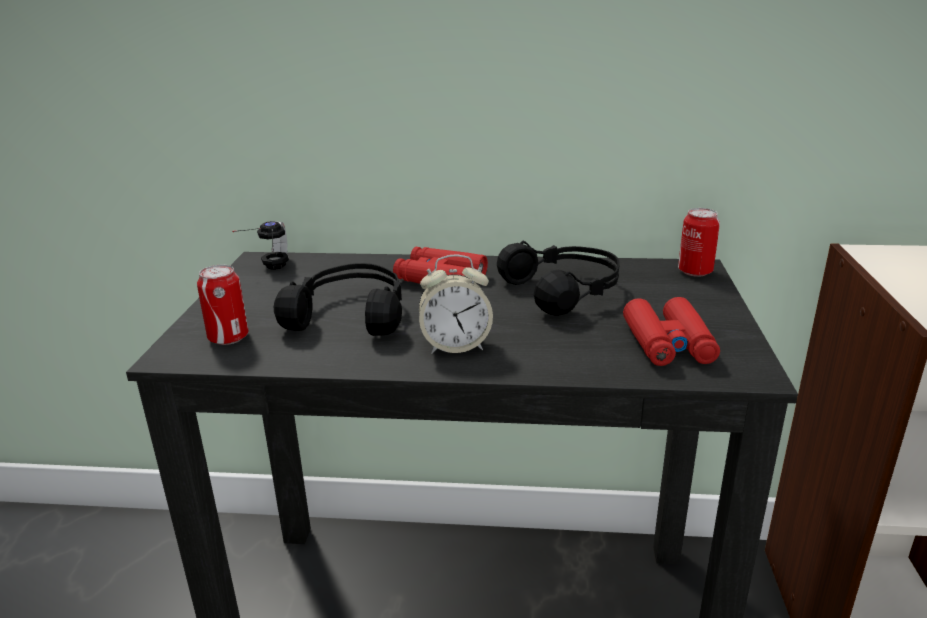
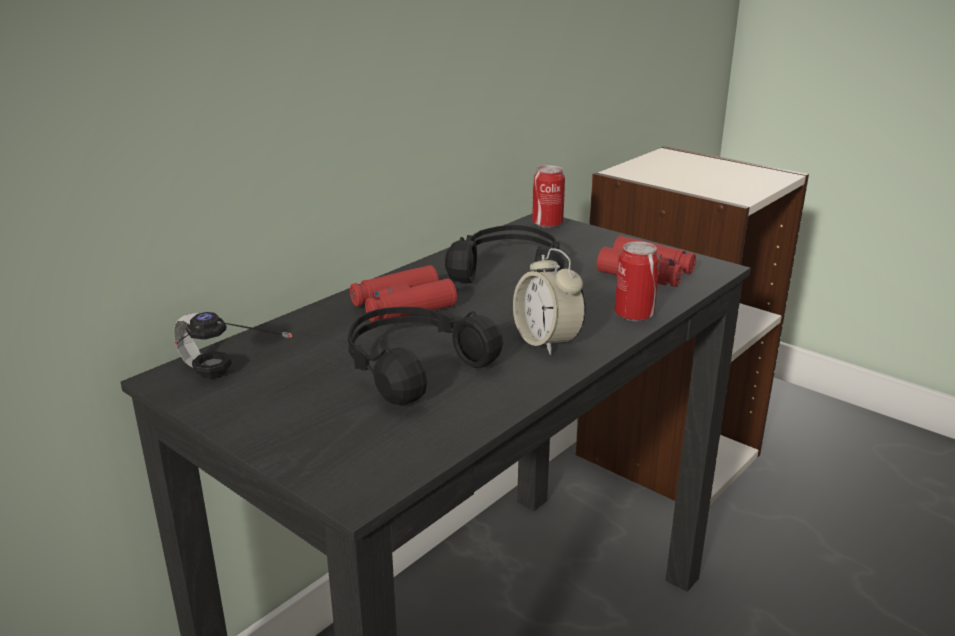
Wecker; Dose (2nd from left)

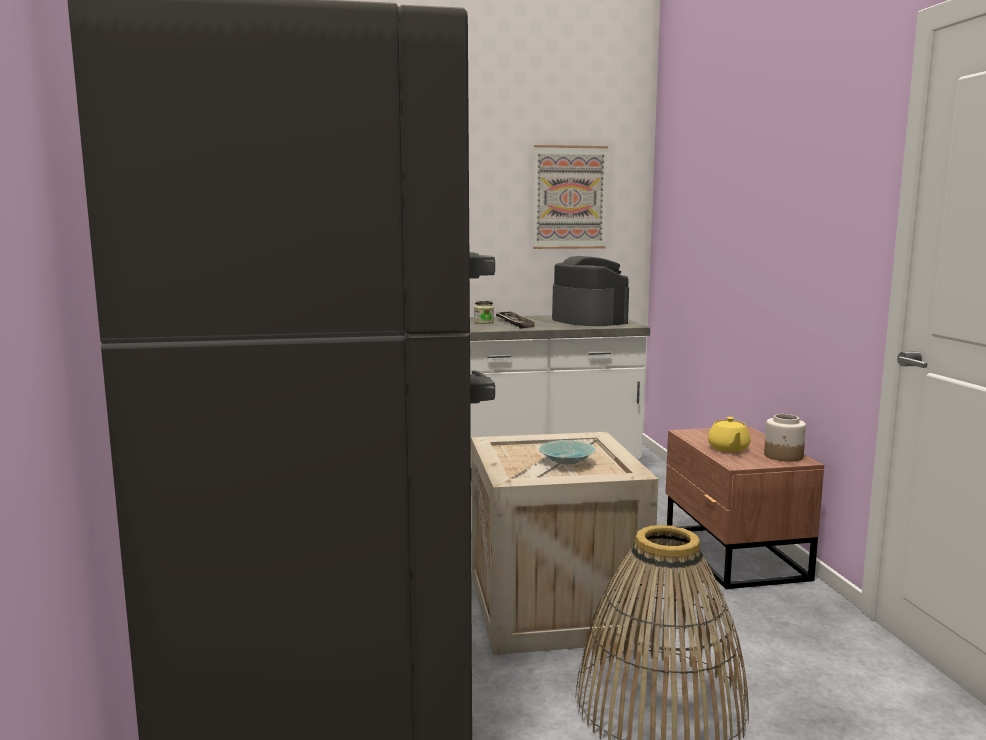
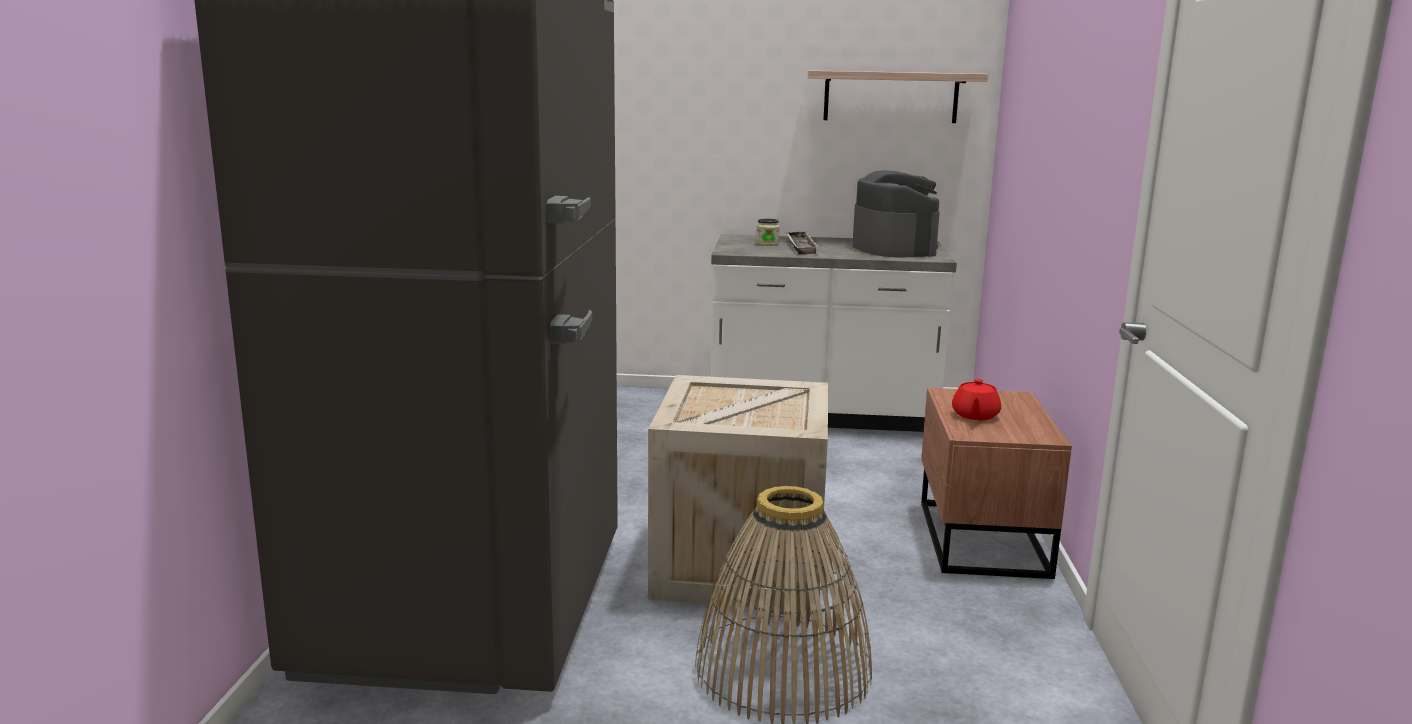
Wandregal; Teekanne [rot]; Schüssel [türkis]; Vorratsglas (2nd from left in the first image)

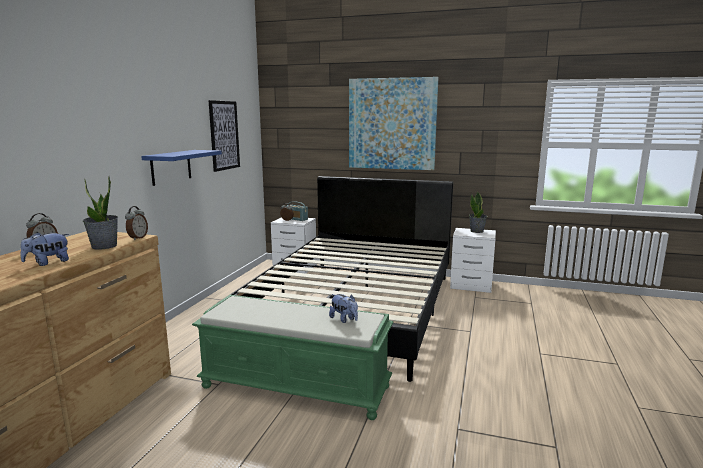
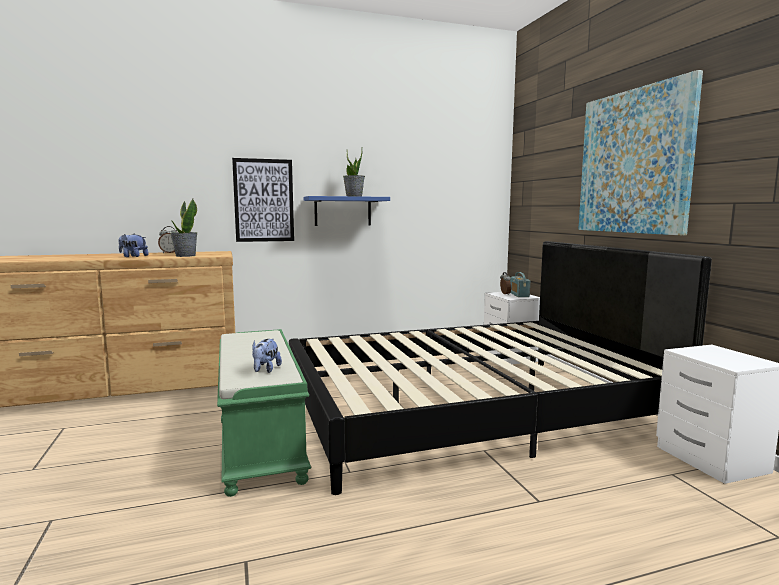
Bild (1st from left); Topfpflanze (2nd from left); Wecker (2nd from left in the first image)

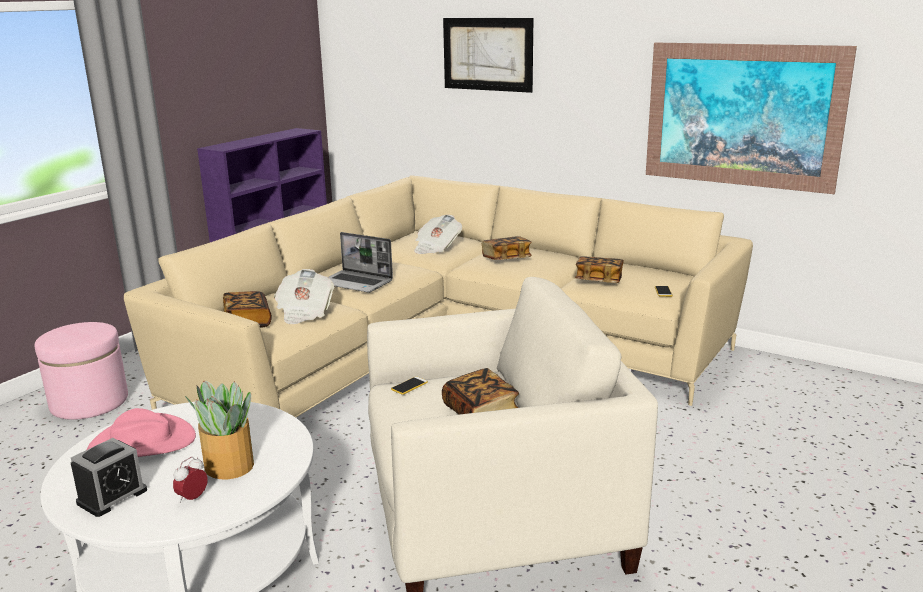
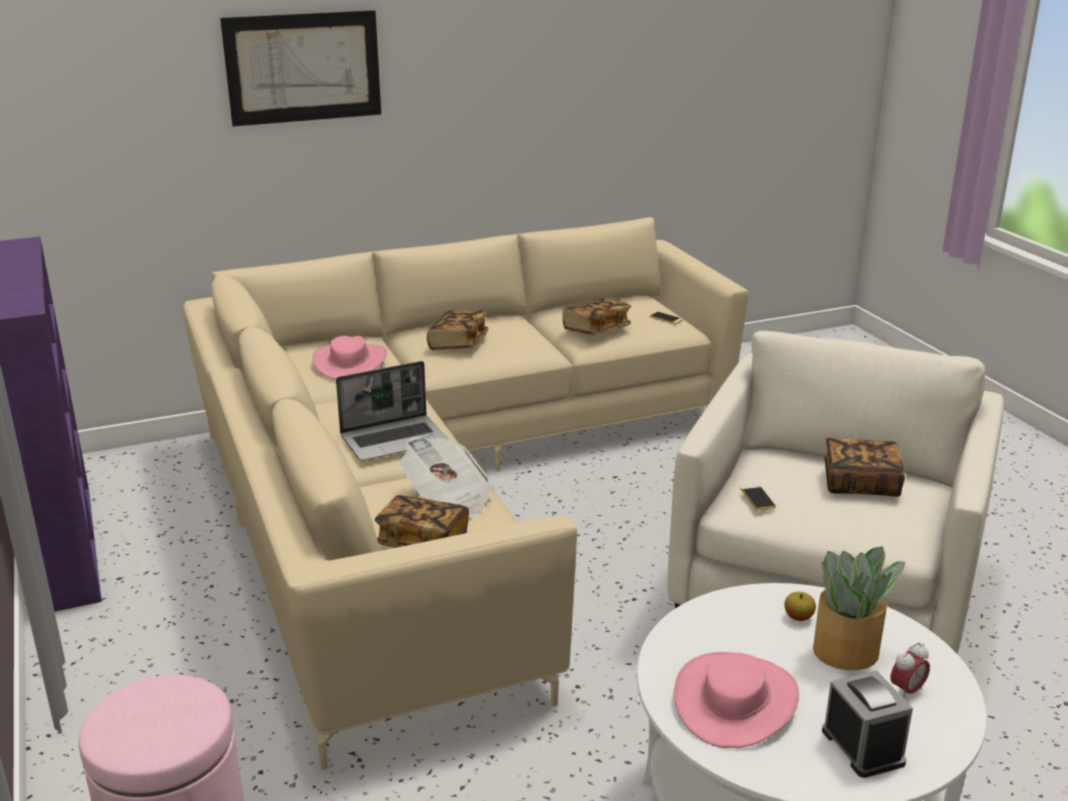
Hut [rosa] (1st from left); Apfel; Wecker (2nd from left); Bild (2nd from left in the first image)

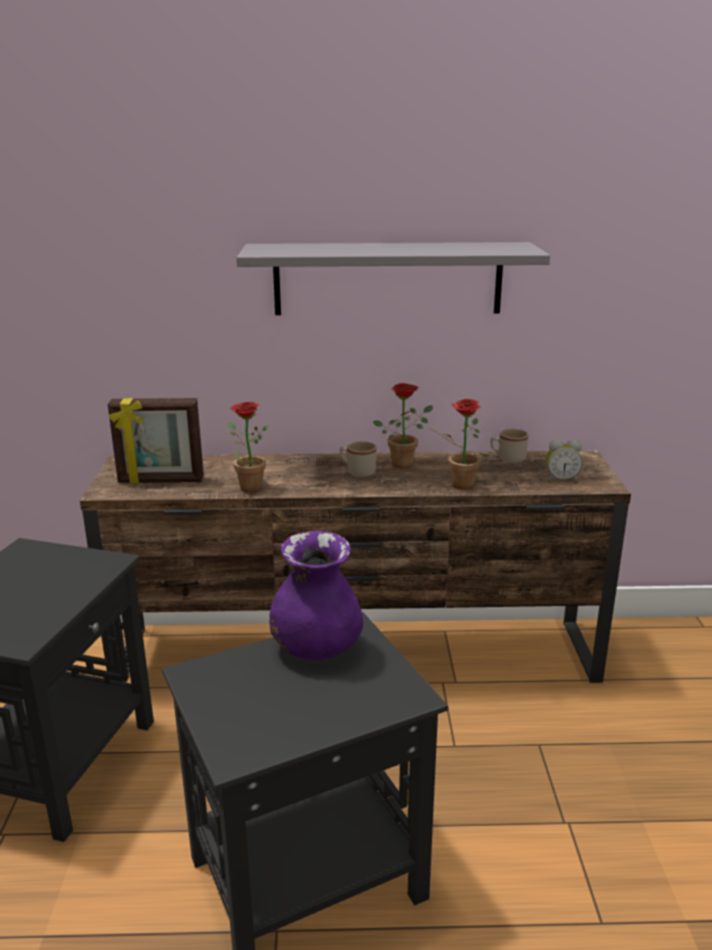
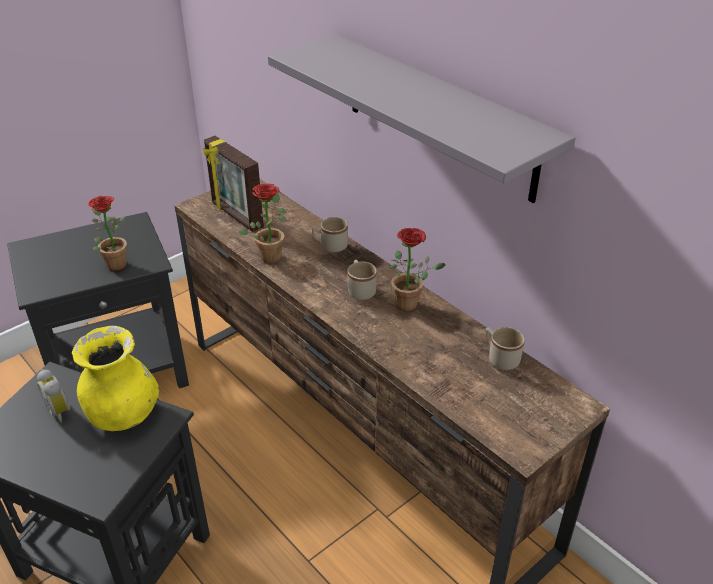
Wecker; Vase [gelb]; Topfpflanze (1st from left); Henkelbecher [beige] (1st from left)

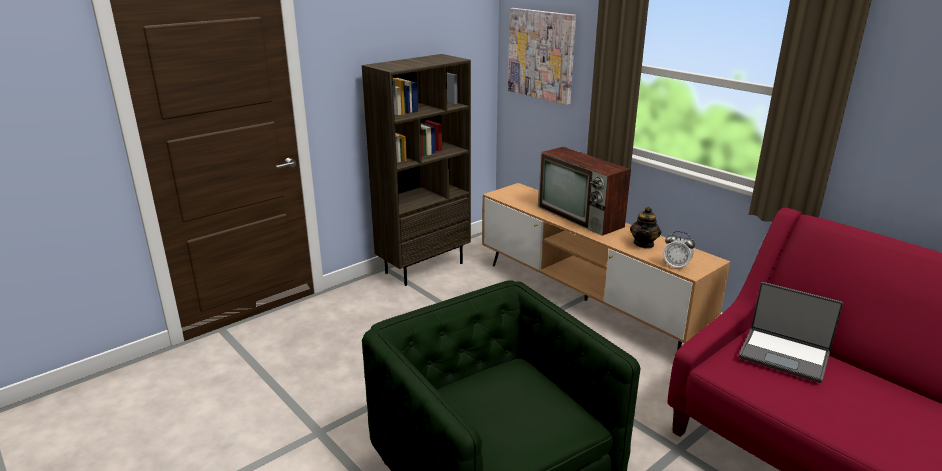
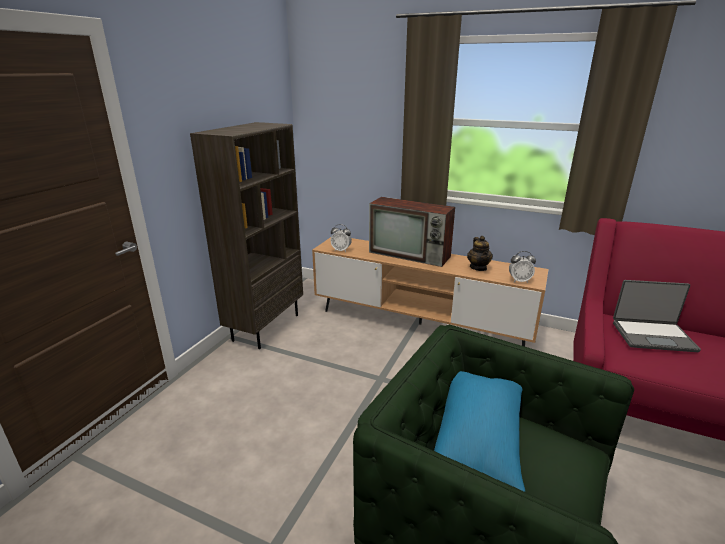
Wecker (1st from left); Kissen [blau]; Bild

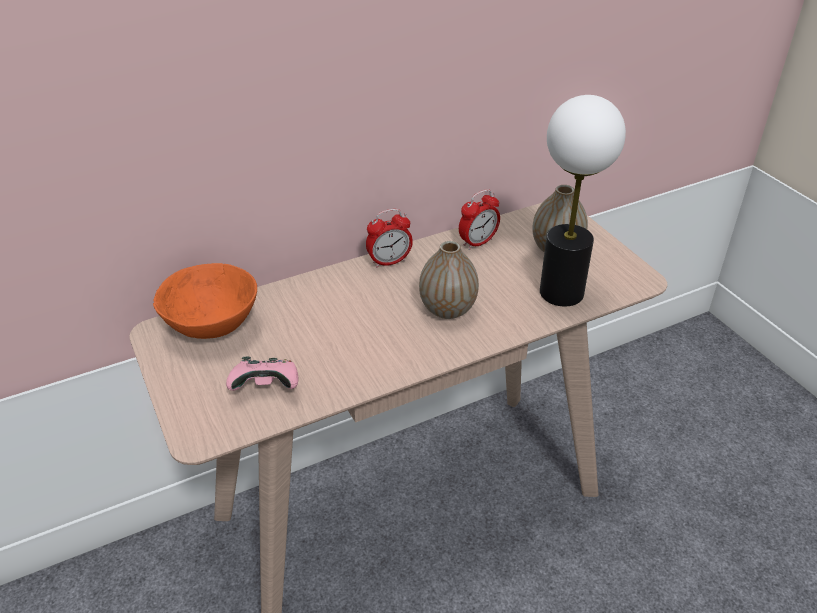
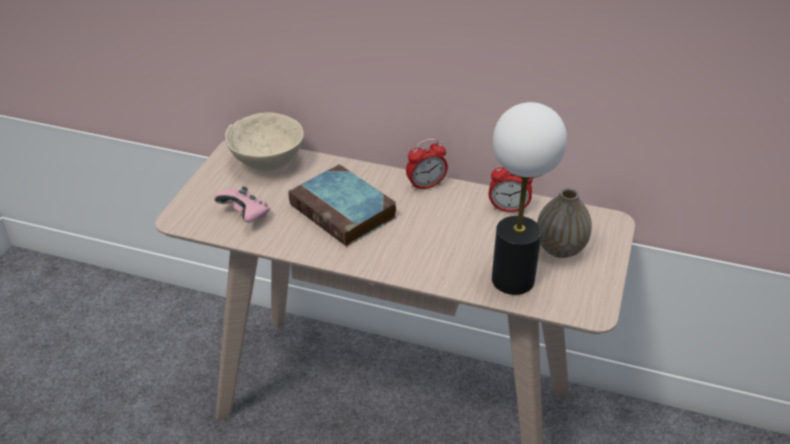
Schüssel [beige]; Buch; Wecker (1st from left); Vase (1st from left in the first image)

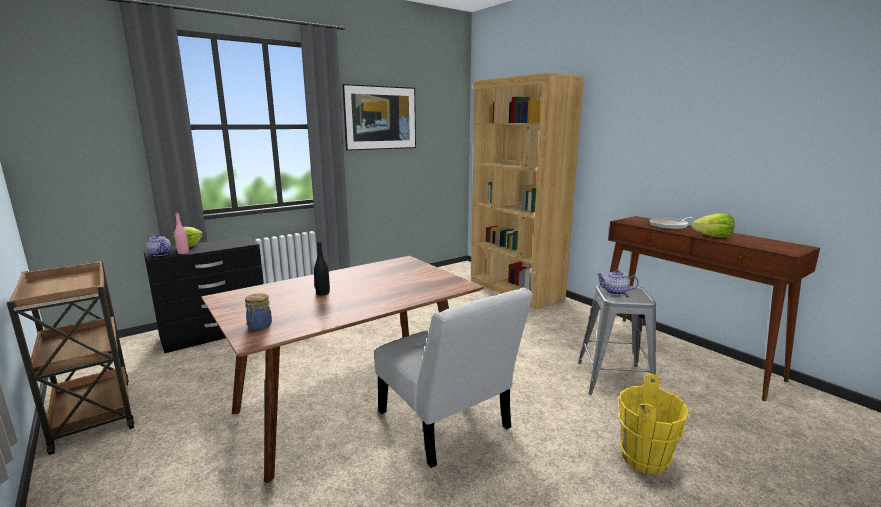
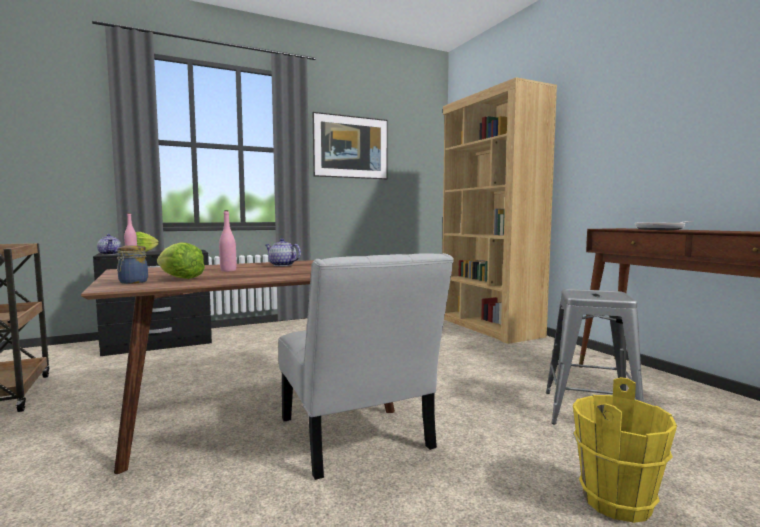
Salatkopf (2nd from left); Flasche [rosa] (2nd from left); Teekanne (2nd from left)

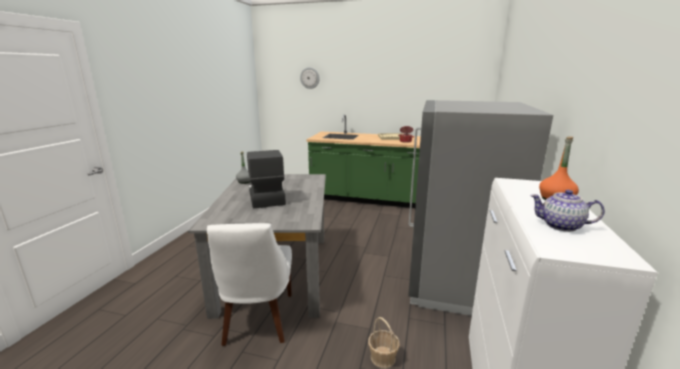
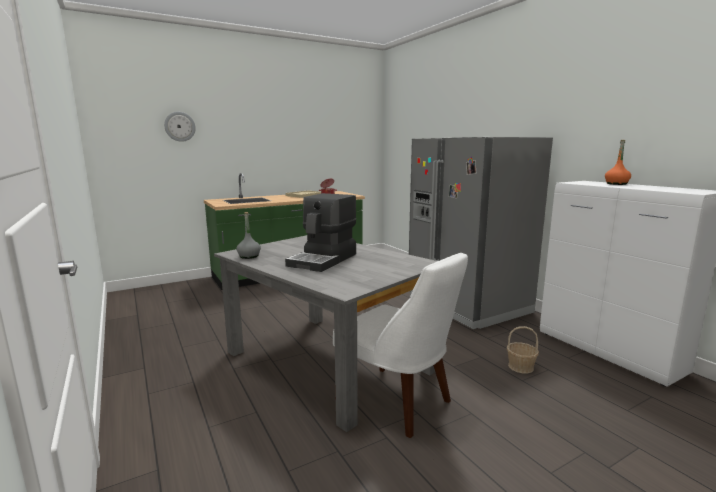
Kaffeemaschine; Teekanne

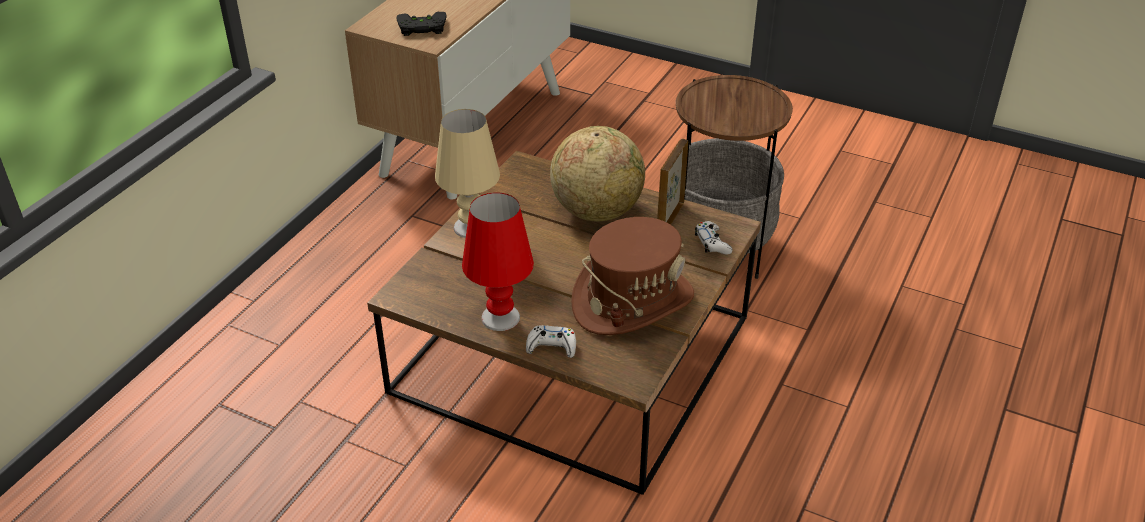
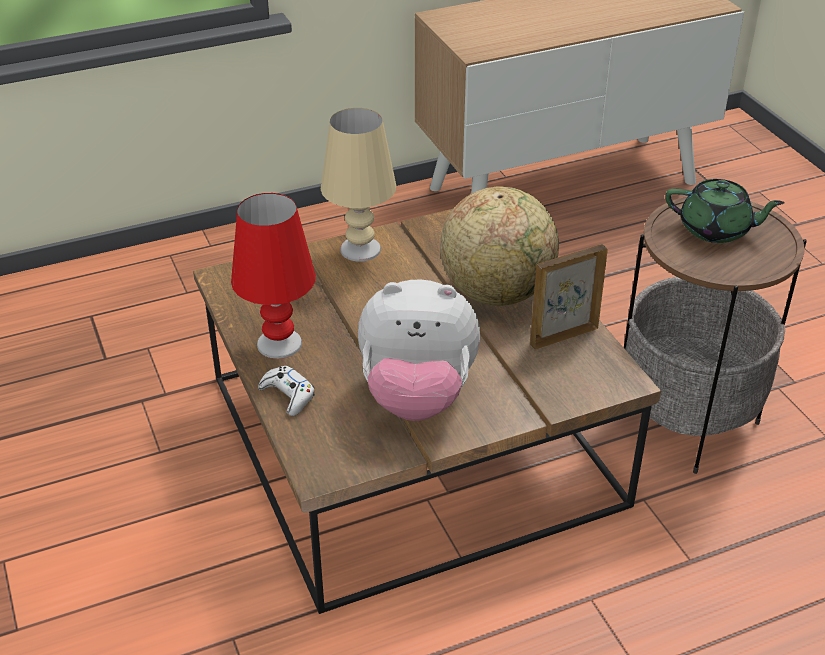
Plüschtier; Teekanne [grün]; Gamepad [schwarz]; Gamepad [weiß] (2nd from left in the first image)

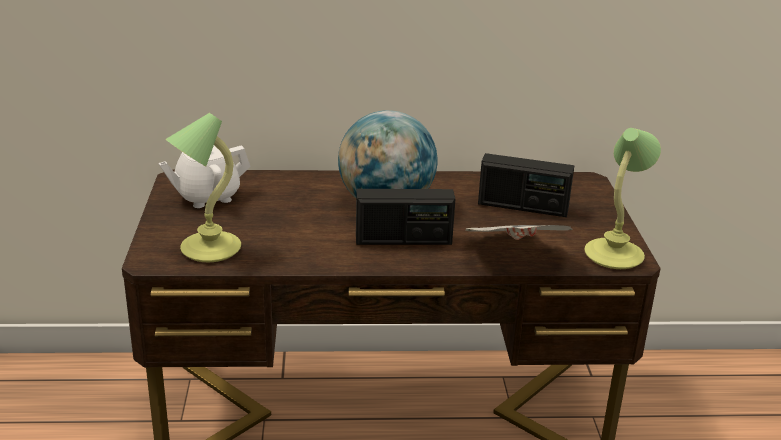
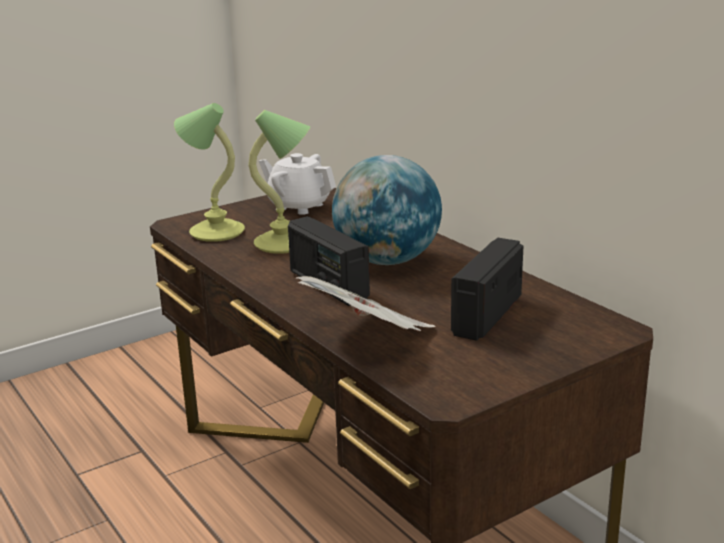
Tischlampe (2nd from left); Radio (2nd from left)

